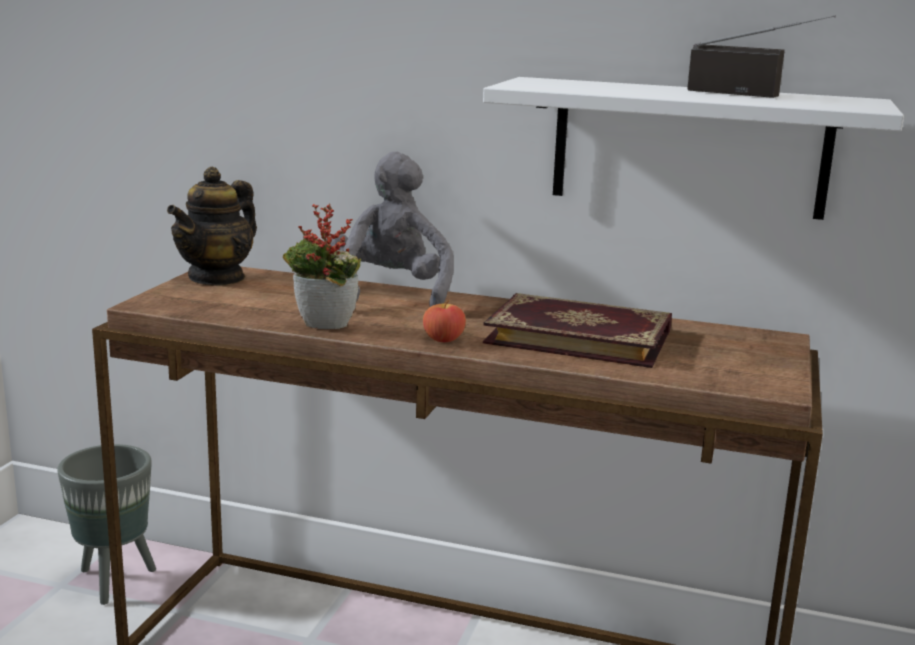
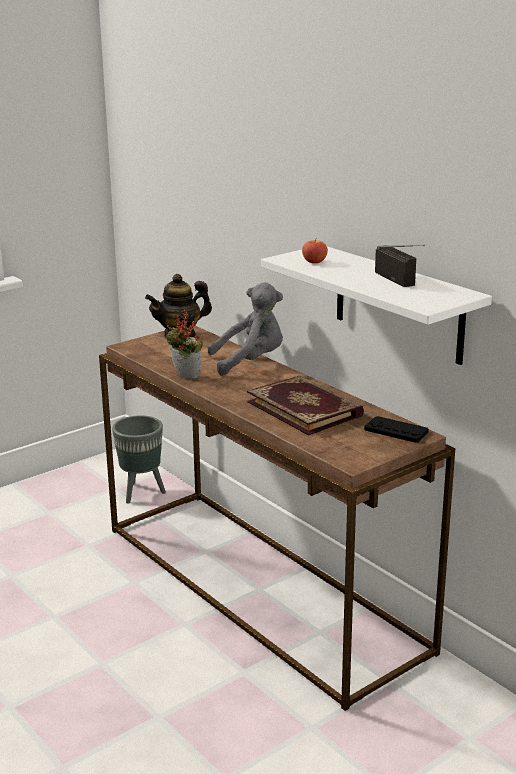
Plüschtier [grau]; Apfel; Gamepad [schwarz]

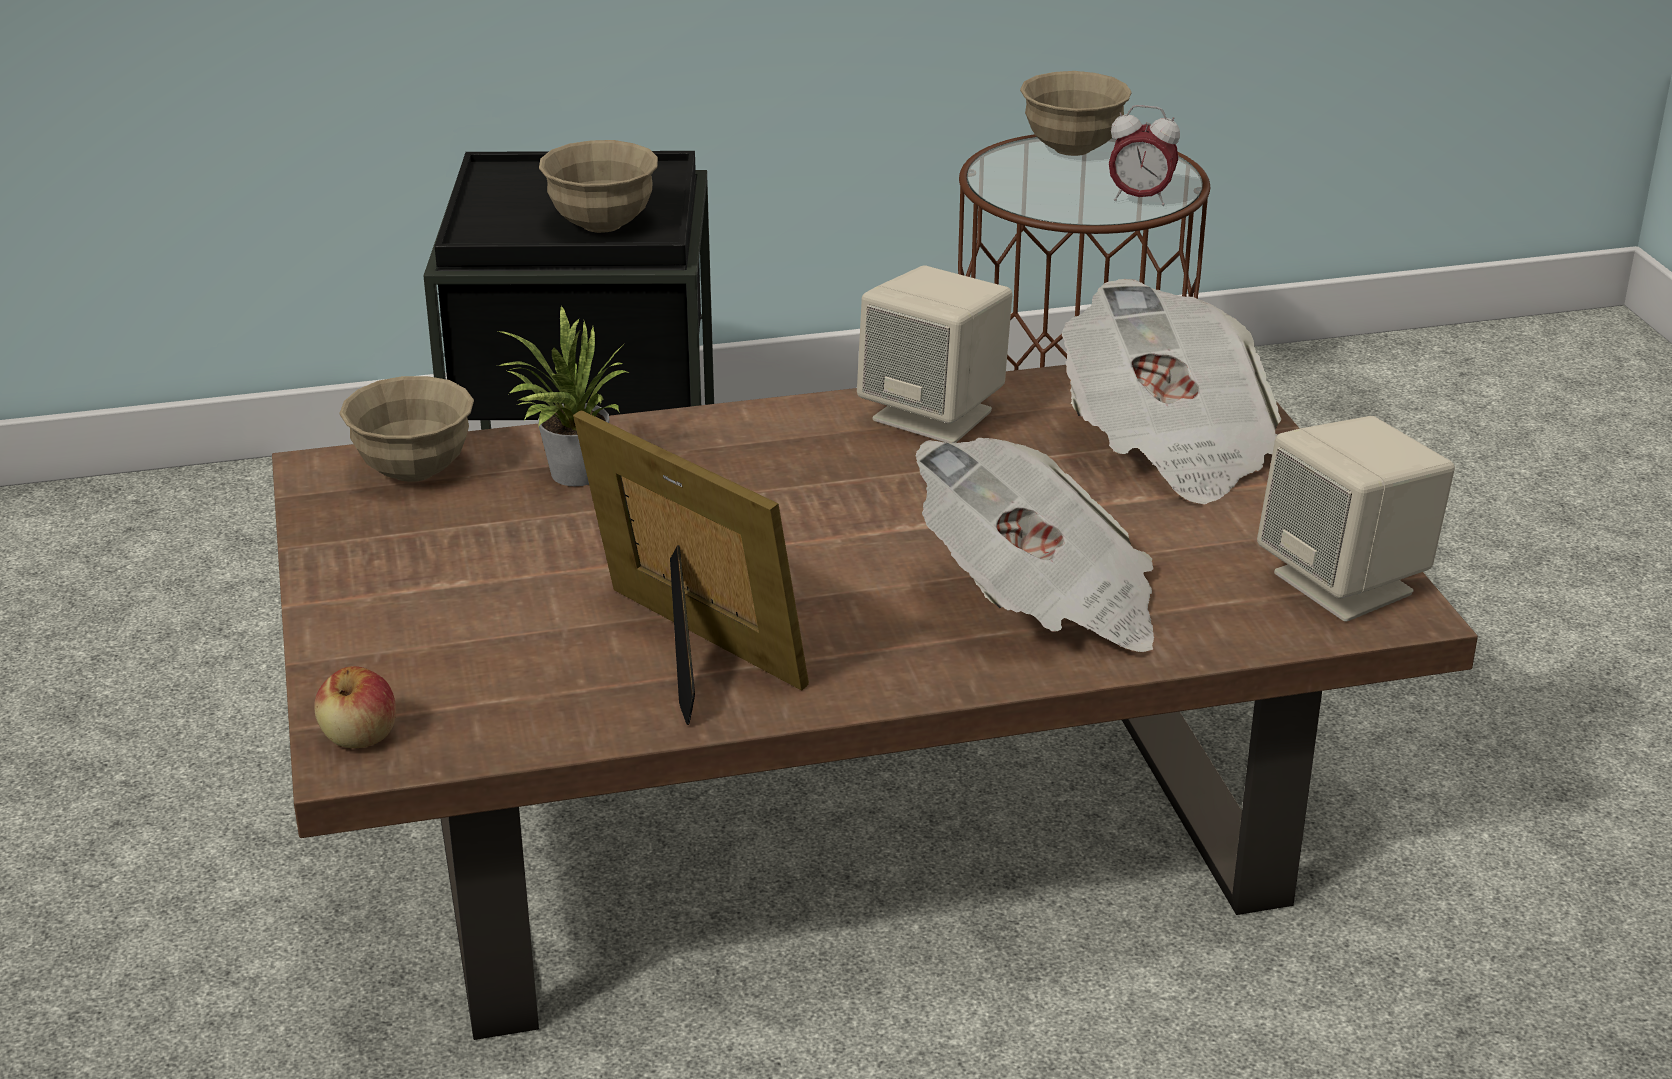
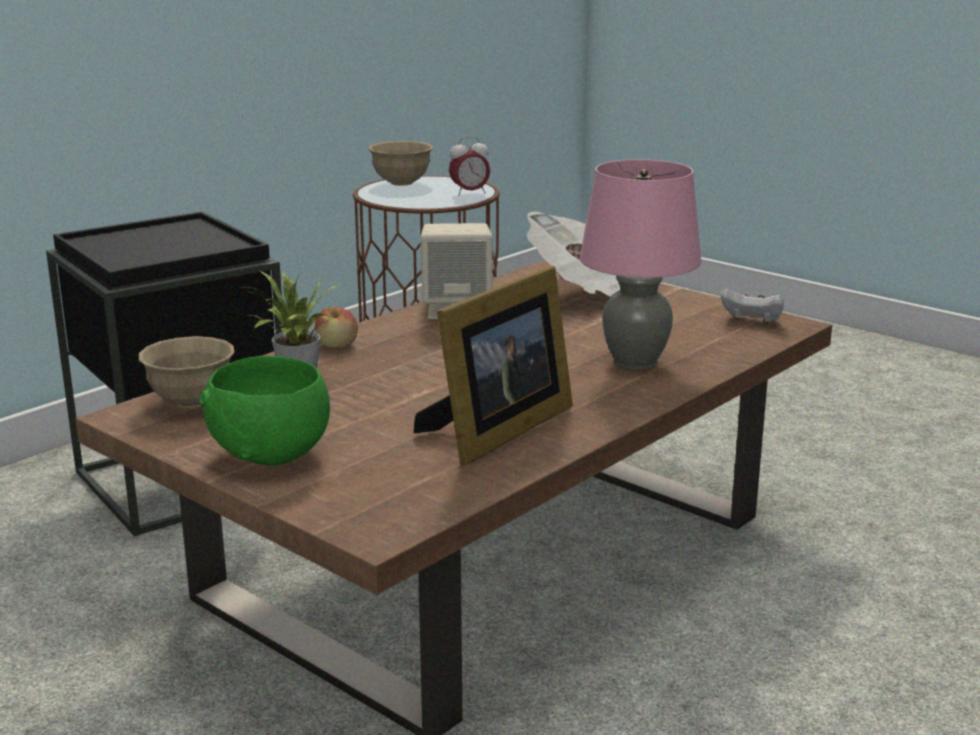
Schüssel [grün]; Apfel; Bilderrahmen; Tischlampe [rosa]; Gamepad [weiß]; Schüssel [beige] (2nd from left in the first image)

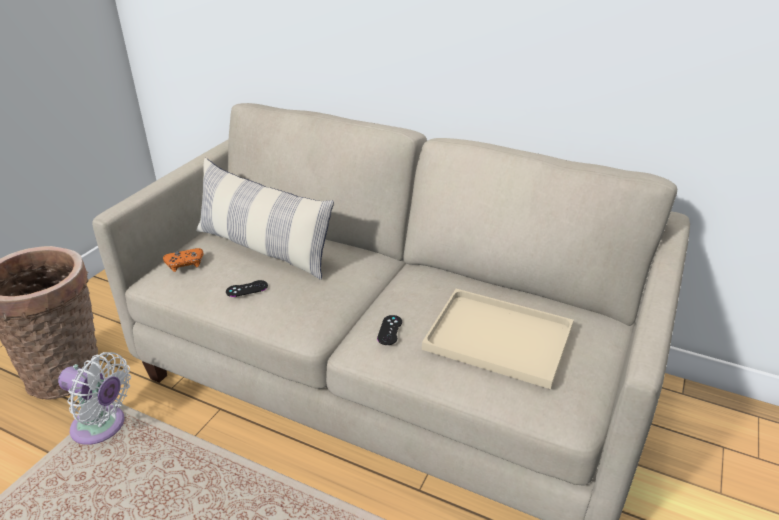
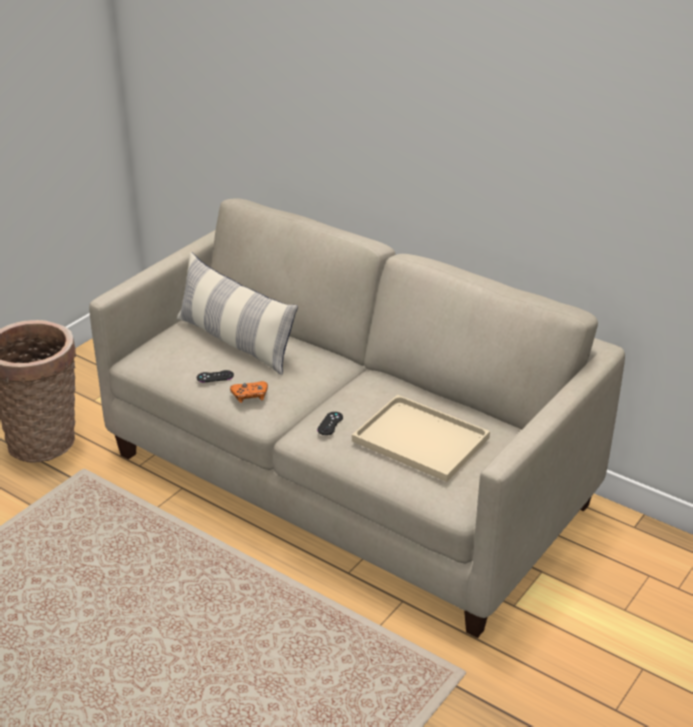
Gamepad [orange]; Ventilator [weiß]

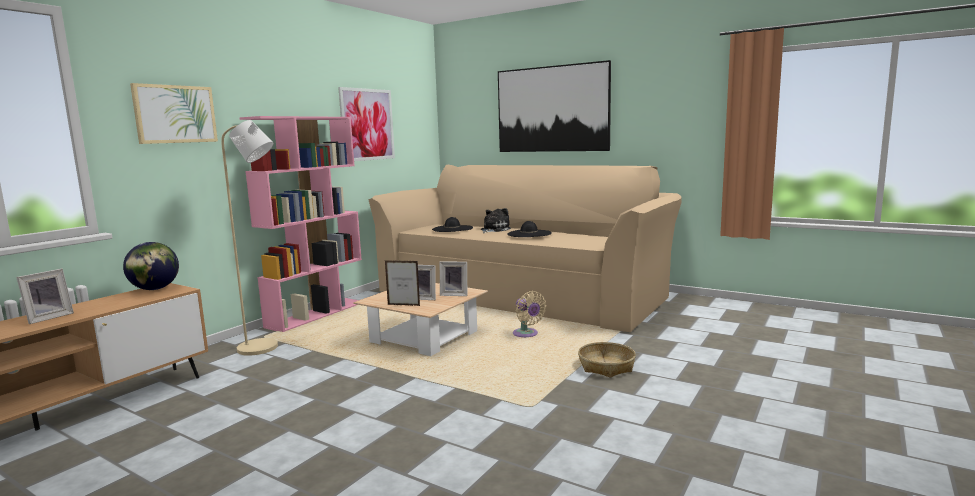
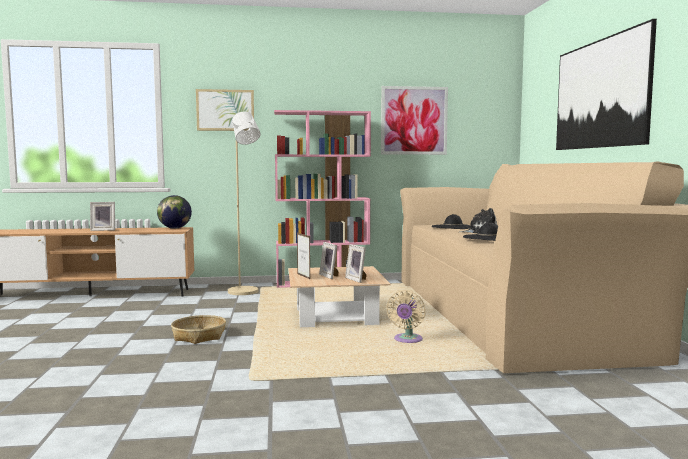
Korb

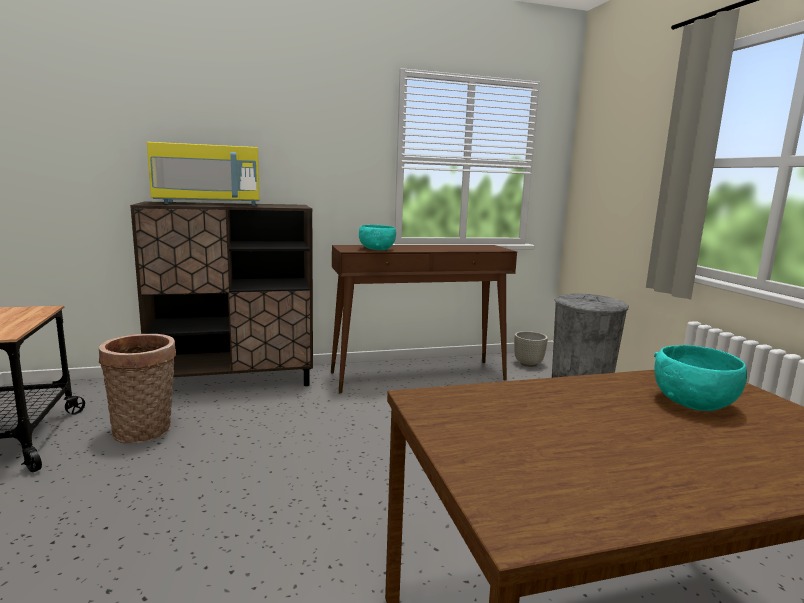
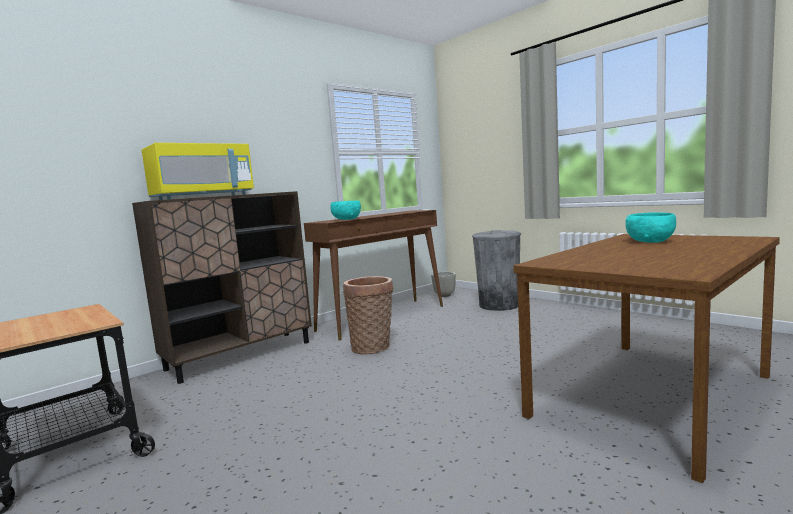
Korb

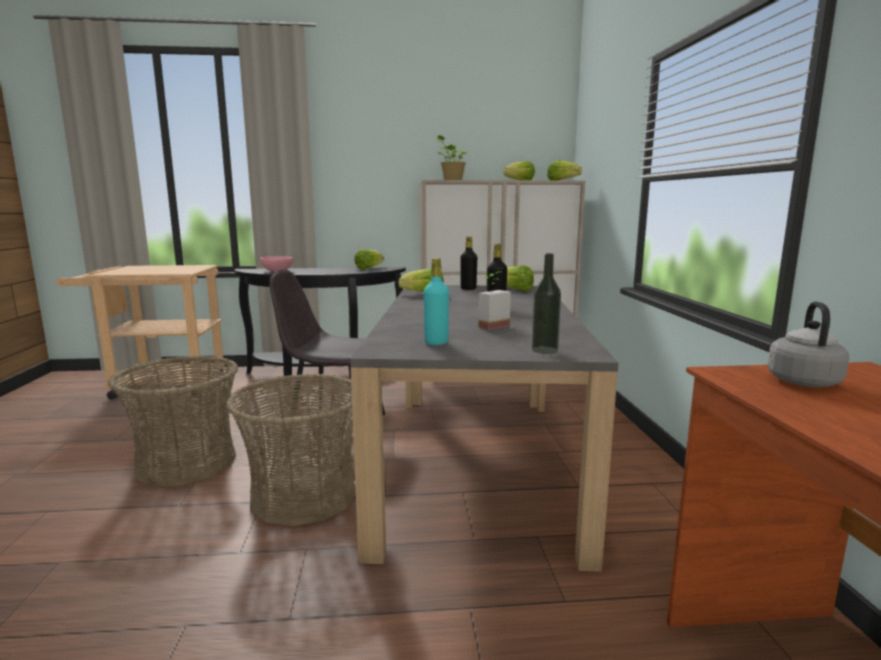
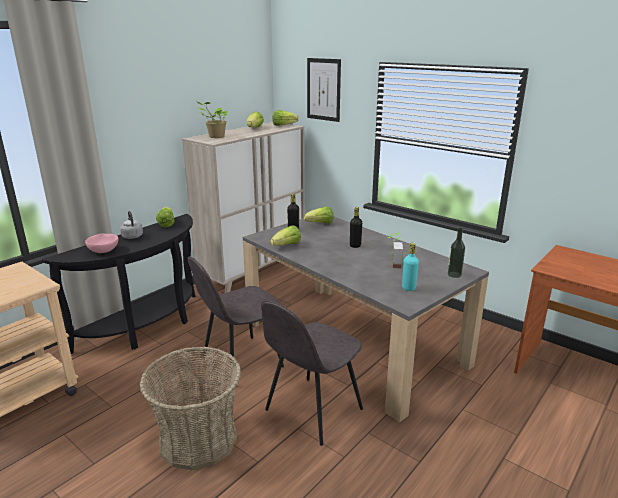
Wasserkessel [grau]; Stuhl [grau] (2nd from left); Bild

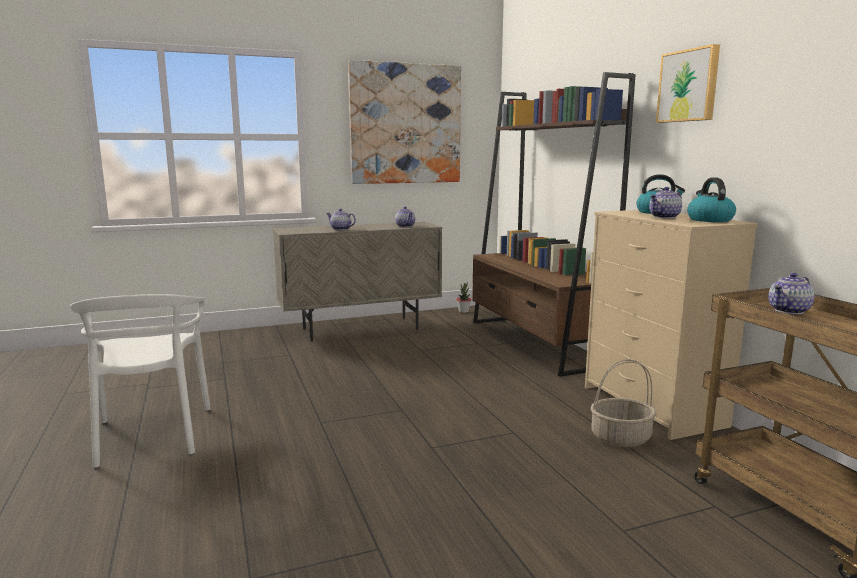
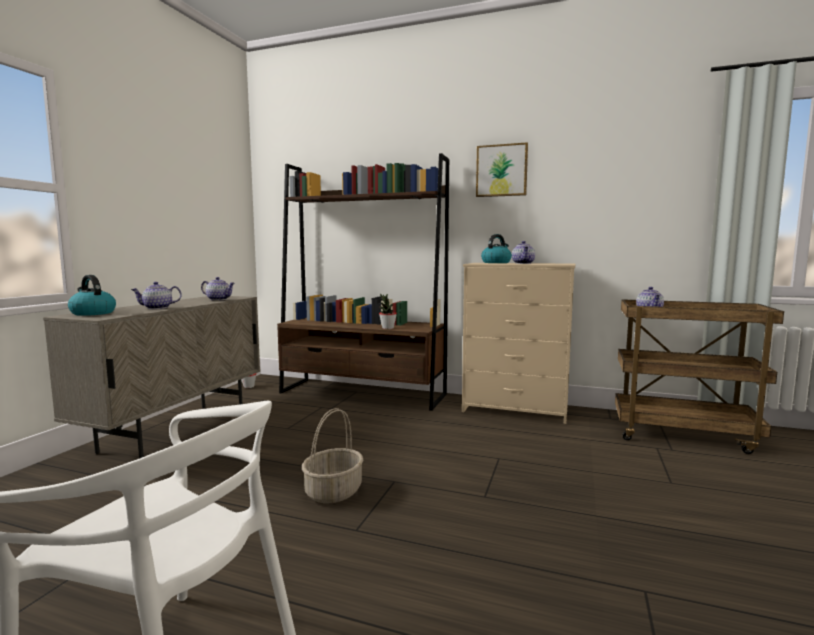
Wasserkessel (1st from left); Korb; Topfpflanze (2nd from left); Bild (1st from left in the first image)

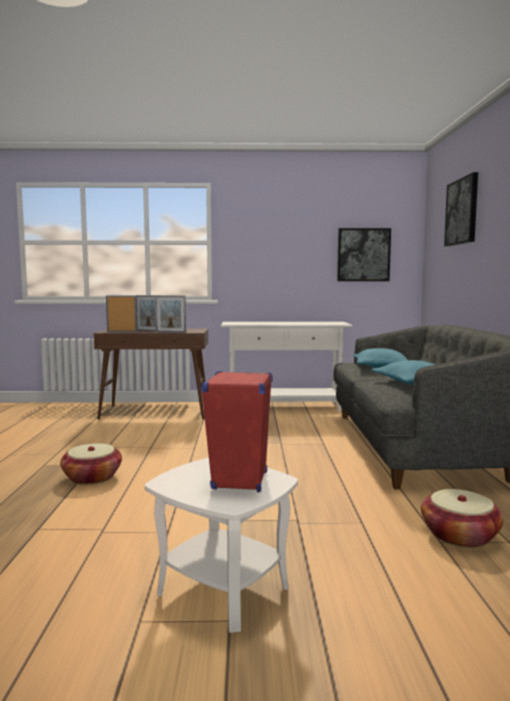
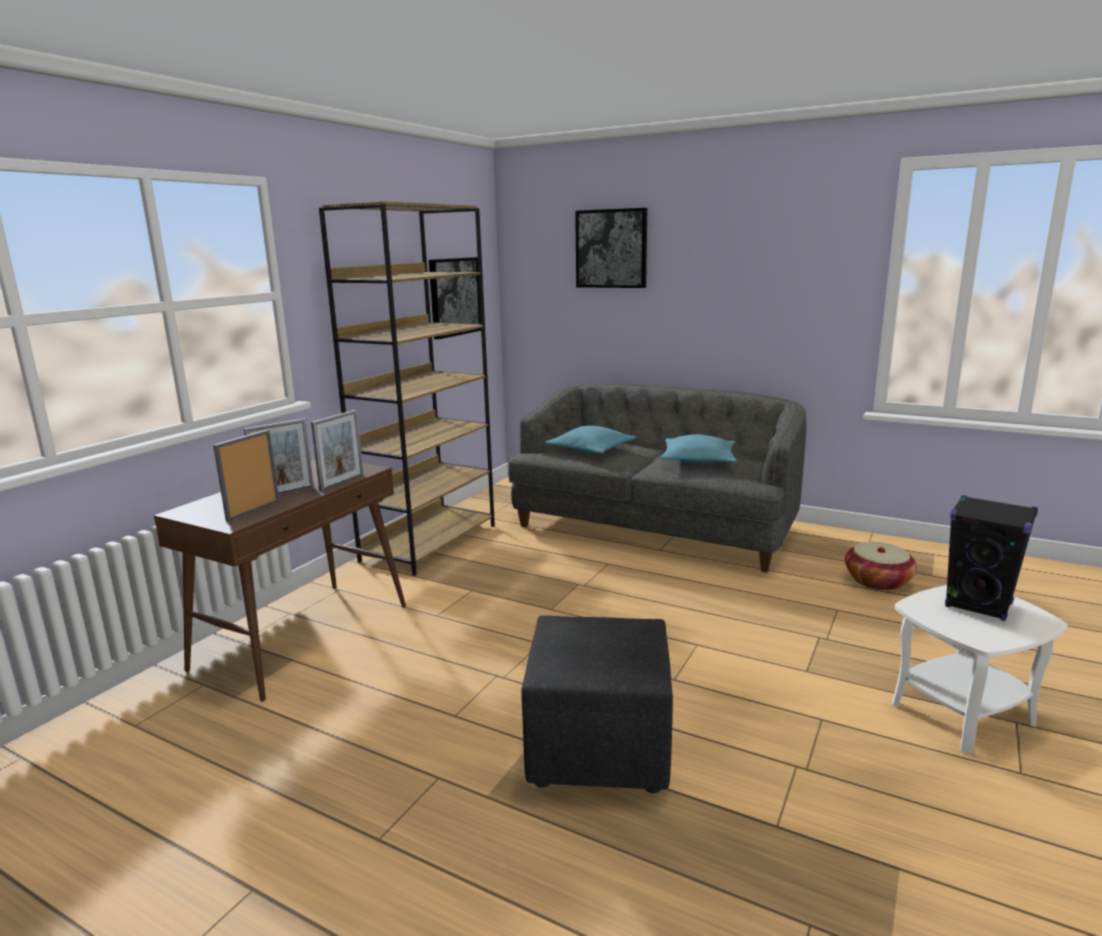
Bücherregal [braun]; Polsterhocker [schwarz]; Lautsprecher [schwarz]

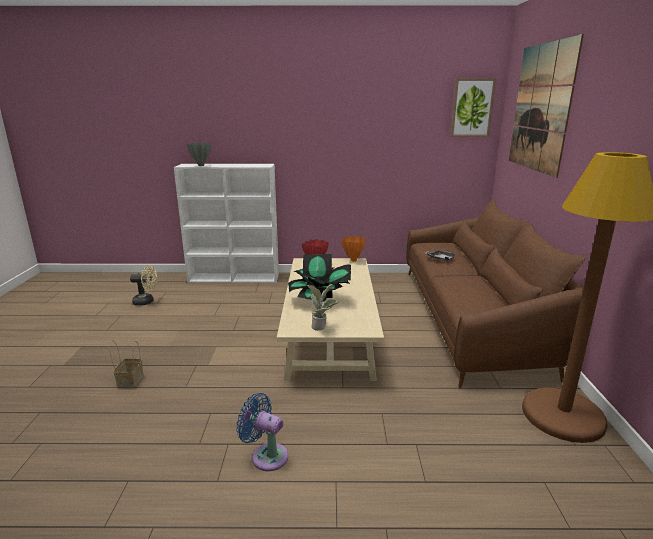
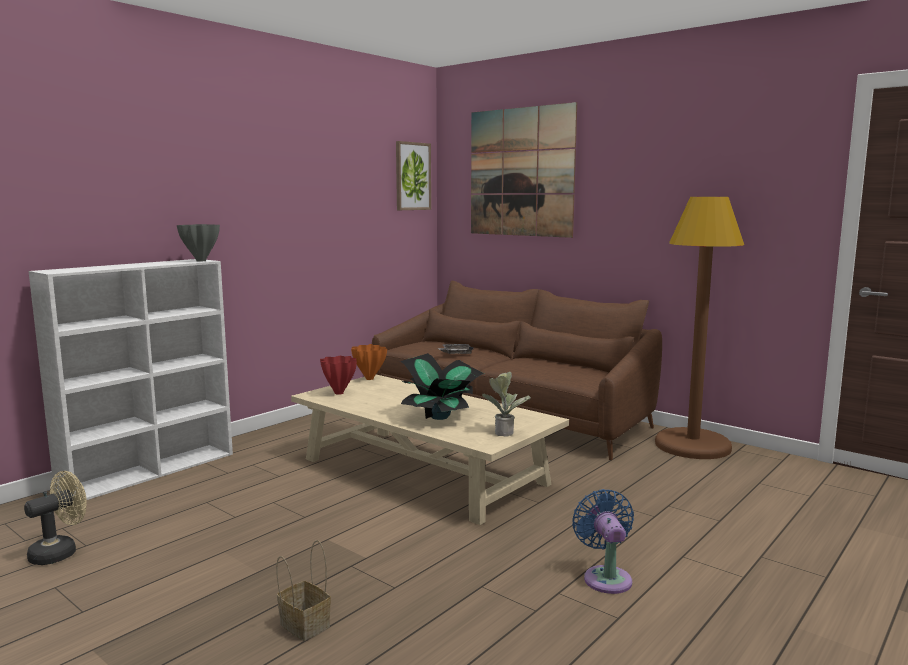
Vase [grau]; Ventilator [blau]

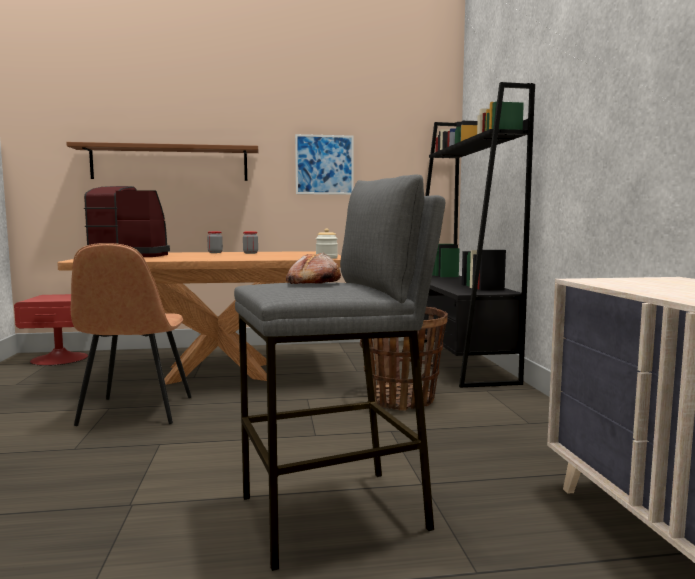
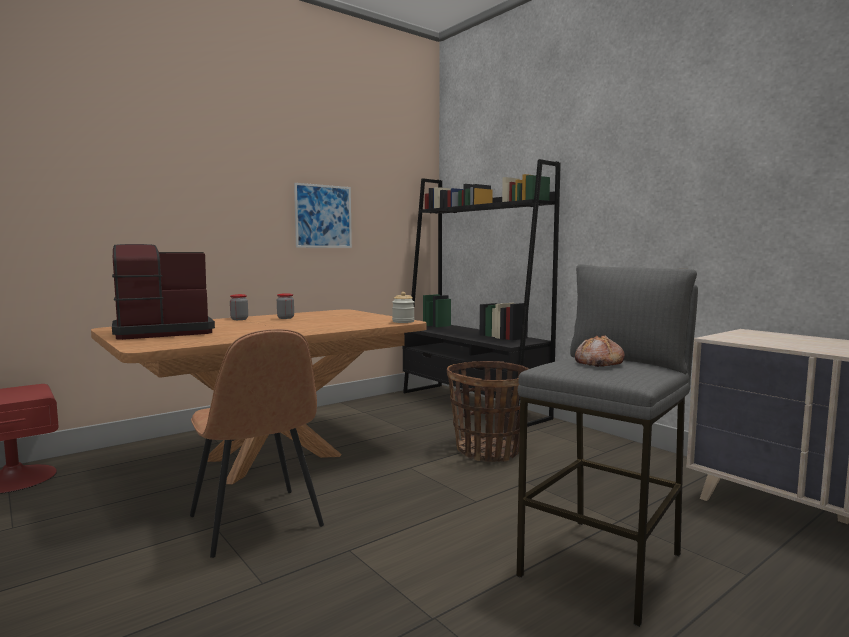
Wandregal [braun]

